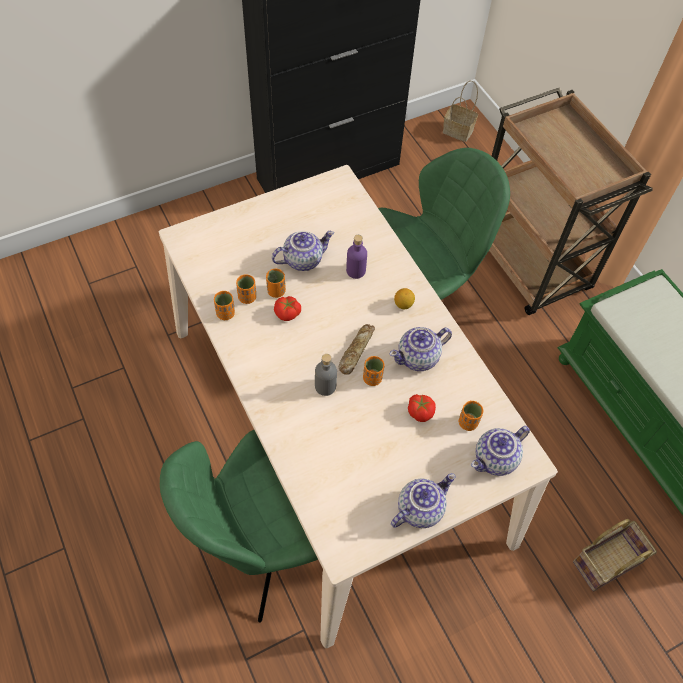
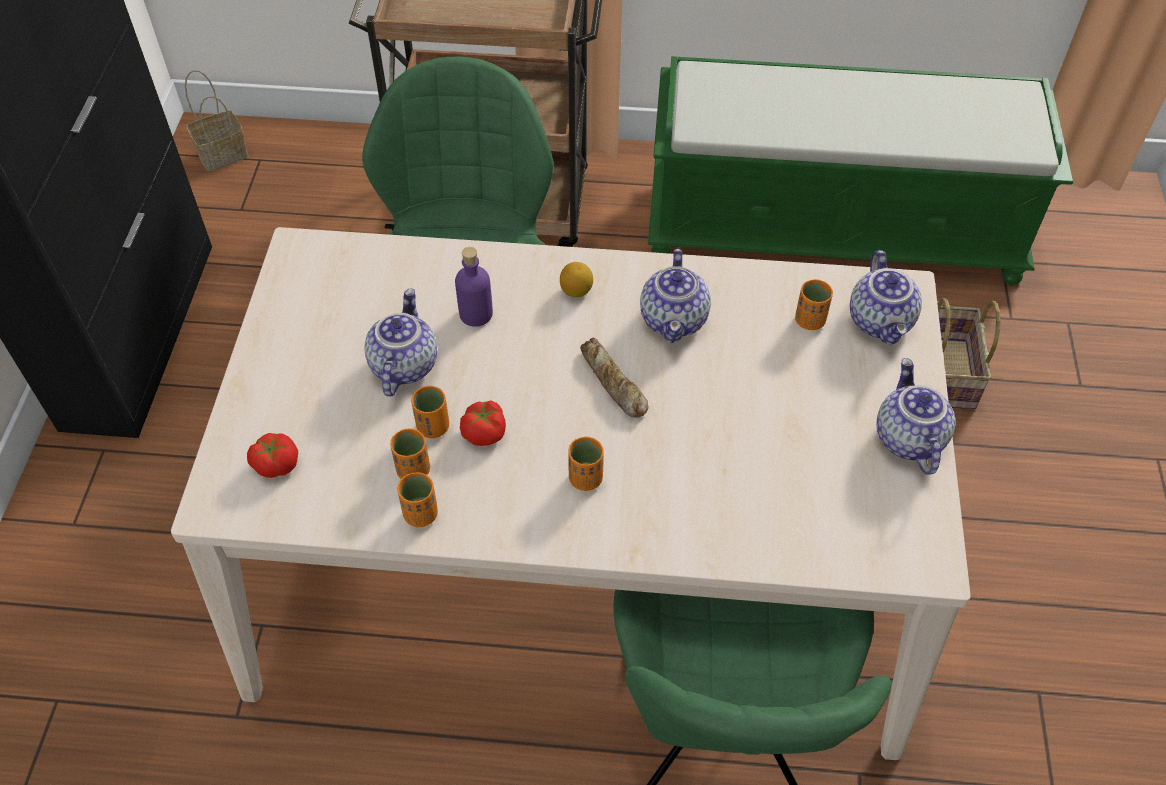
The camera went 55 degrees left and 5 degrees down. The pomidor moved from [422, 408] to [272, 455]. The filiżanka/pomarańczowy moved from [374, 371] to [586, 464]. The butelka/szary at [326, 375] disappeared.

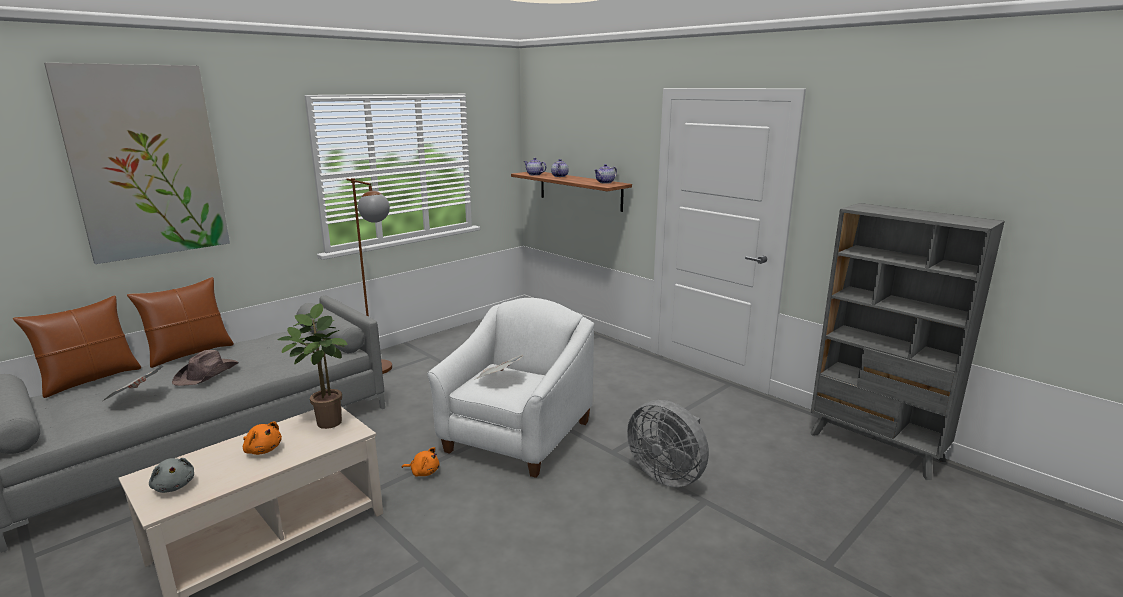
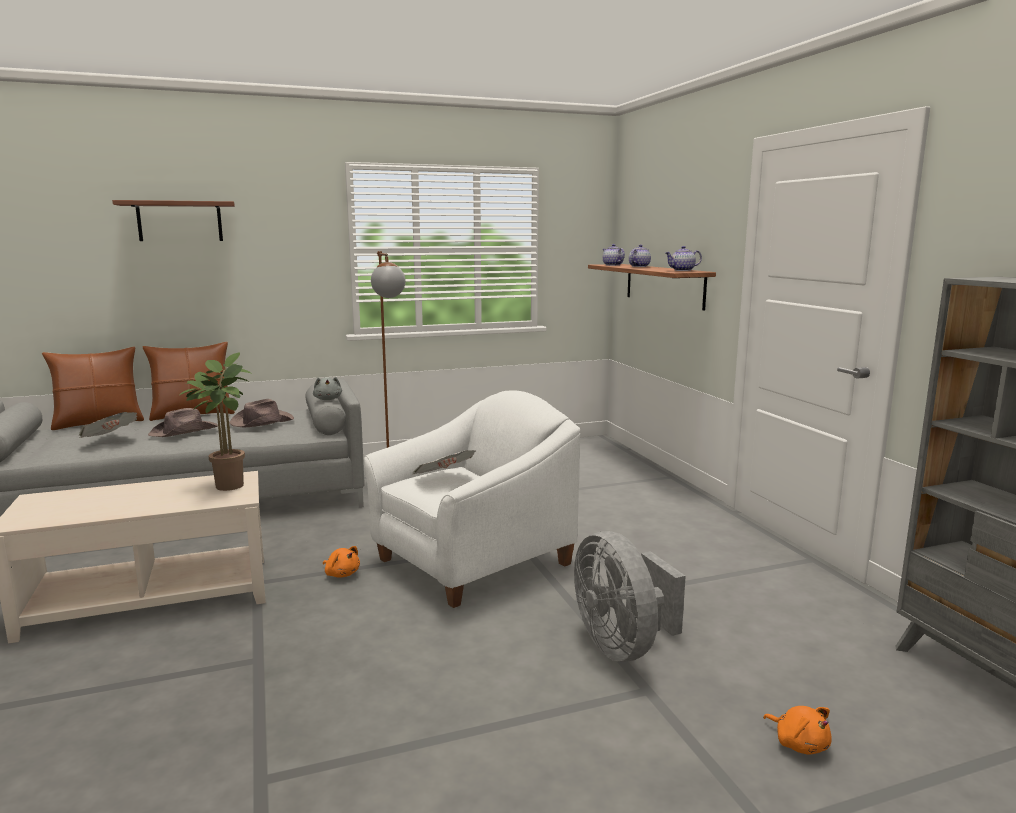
The camera went 25 degrees right and 5 degrees down. The obraz at [137, 163] was replaced by the półka/brązowy at [173, 220]. The kapelusz/brązowy at [261, 413] appeared. The pluszak/szary moved from [171, 475] to [327, 388]. The pluszak/pomarańczowy moved from [262, 438] to [797, 730].

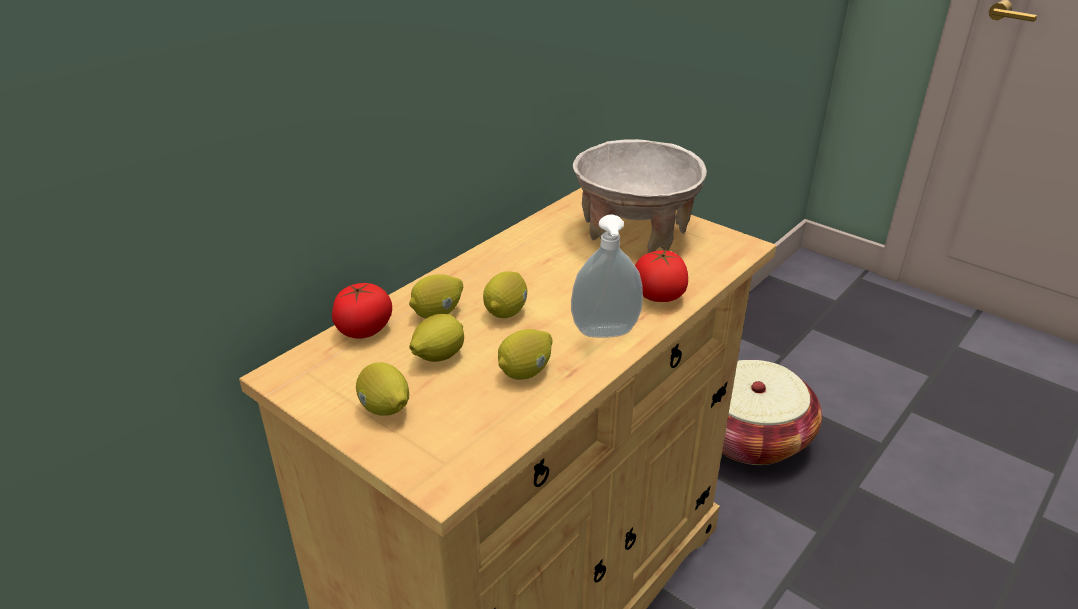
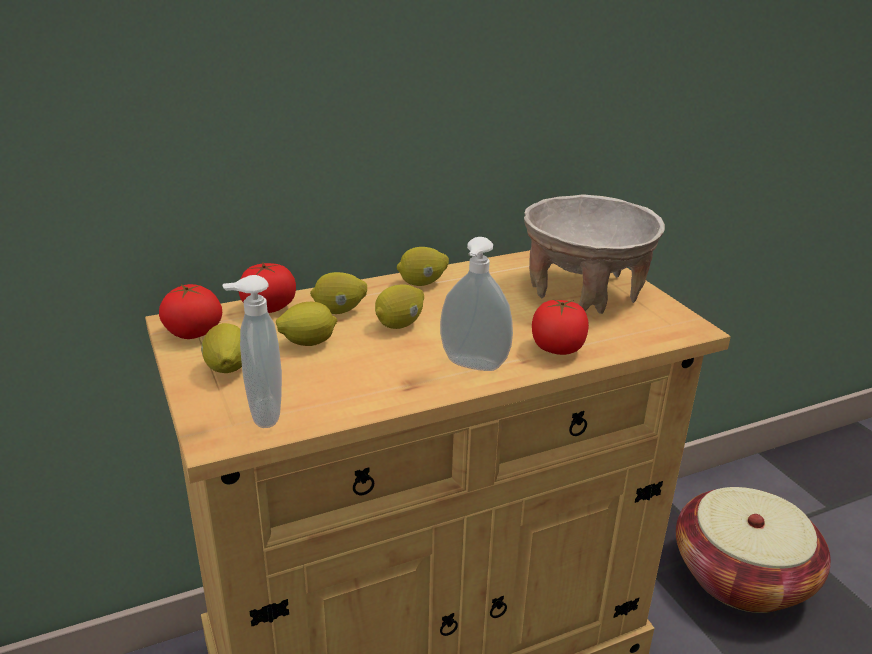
The camera went 25 degrees right and 5 degrees down. The pomidor at [190, 311] appeared. The dozownik mydła at [252, 351] appeared. The cytryna moved from [525, 354] to [423, 266].

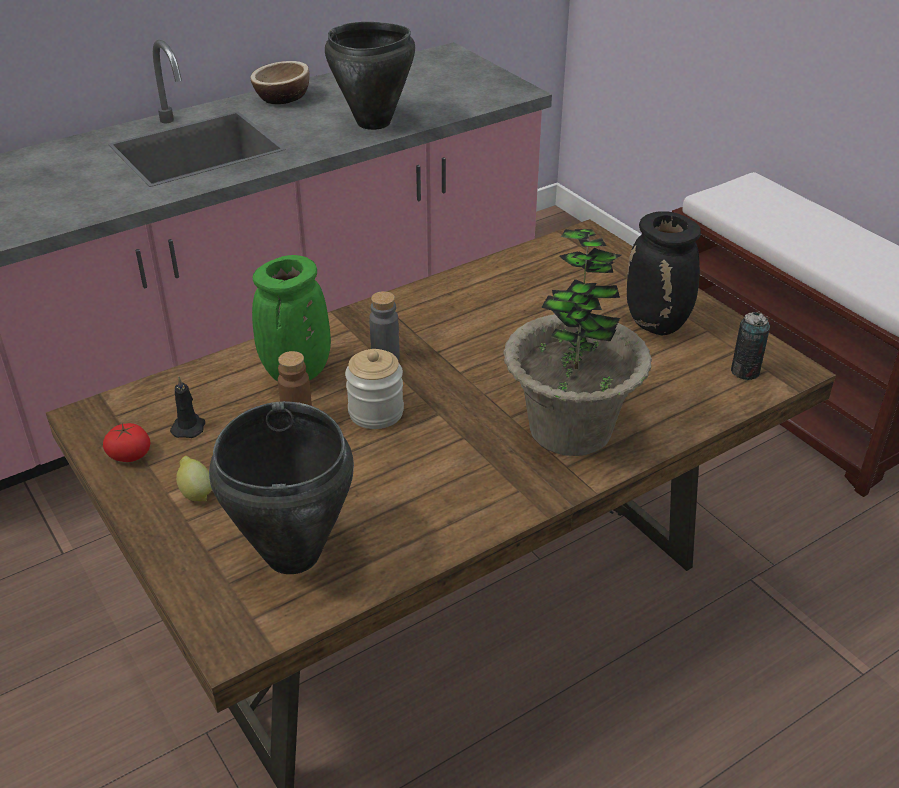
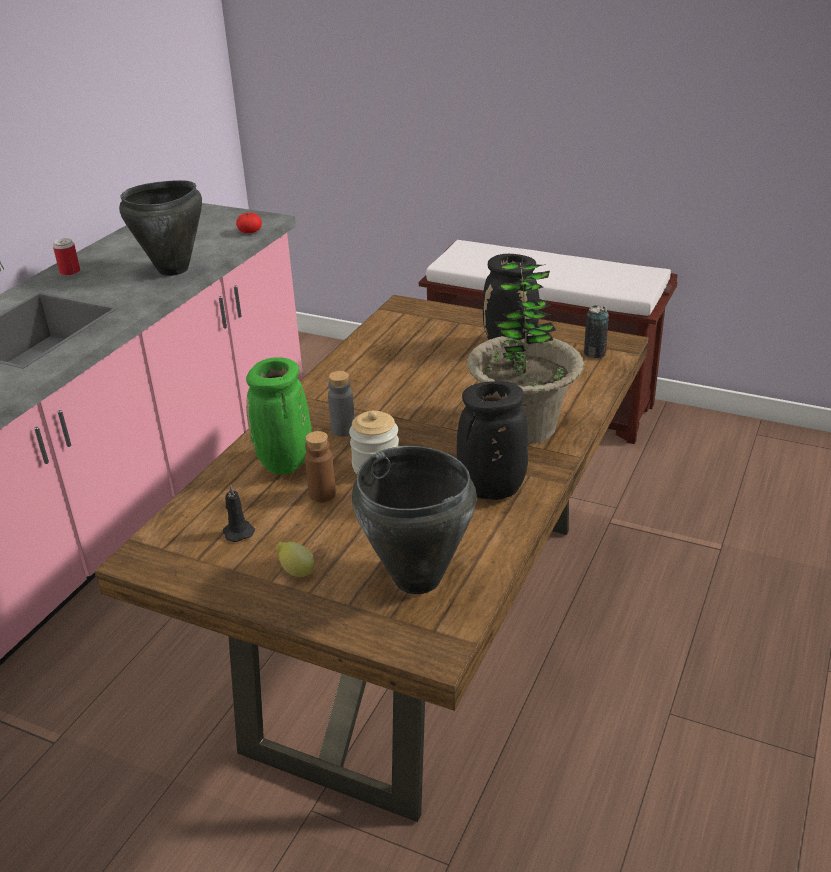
The camera went 30 degrees left and 5 degrees down. The miska at [280, 82] was replaced by the puszka at [66, 257]. The pomidor moved from [127, 442] to [249, 223]. The wazon/czarny at [492, 440] appeared.

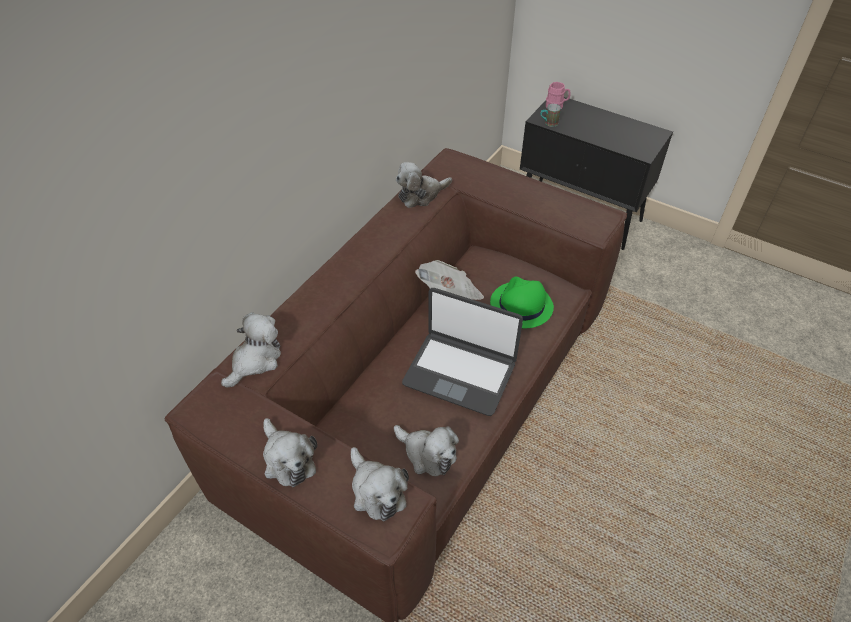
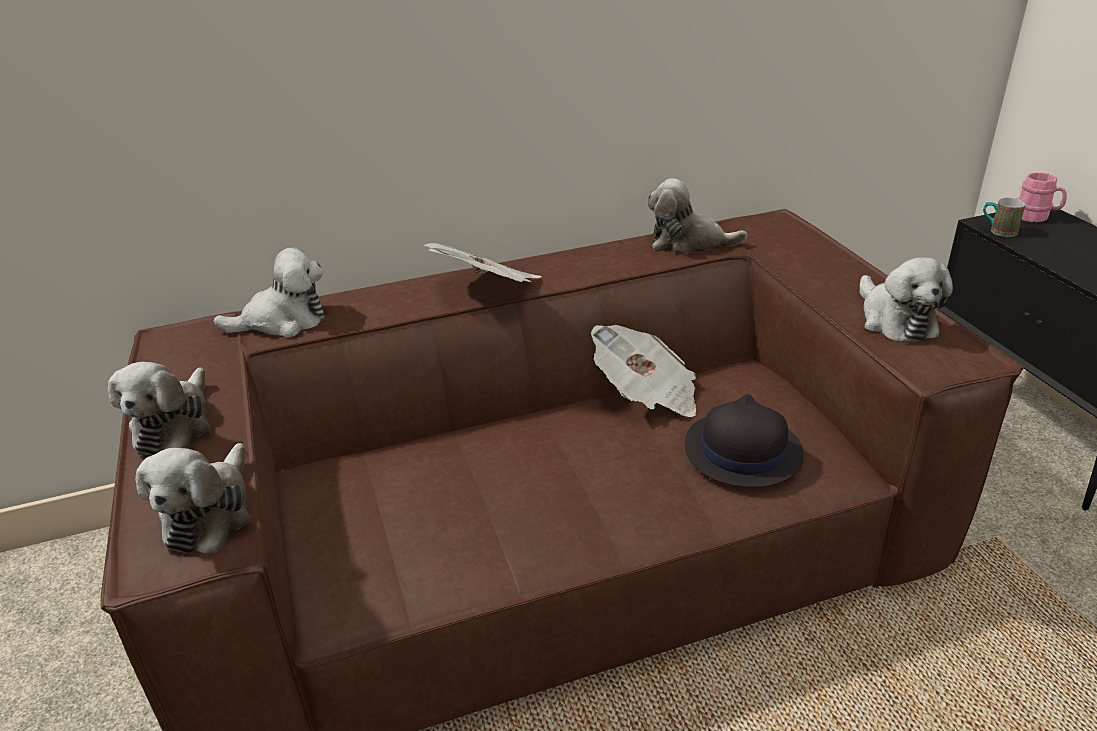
The camera went 40 degrees right and 15 degrees down. The gazeta at [482, 262] appeared. The kapelusz/zielony at [522, 302] became the kapelusz/czarny at [743, 440]. The pluszak moved from [426, 451] to [906, 300]. The laptop at [462, 352] disappeared.

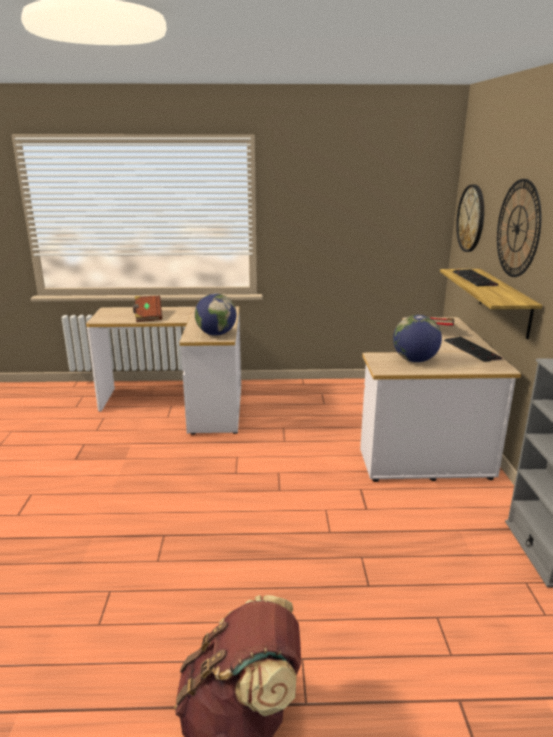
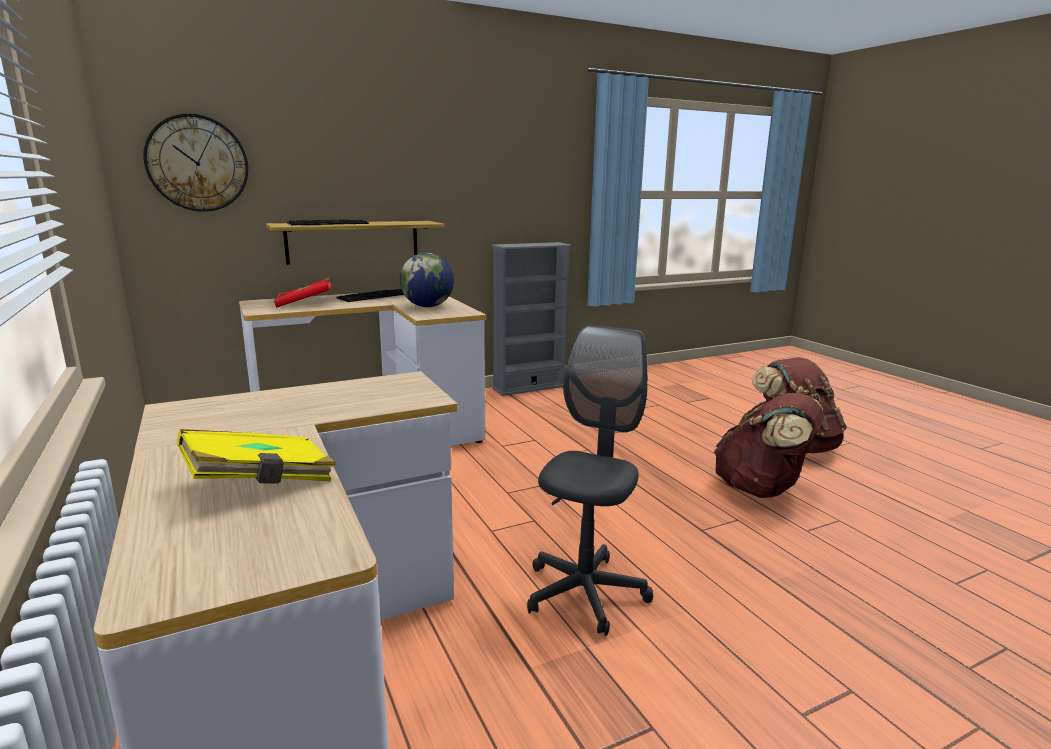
The camera went 115 degrees left and 5 degrees down. The książka/brązowy at [147, 308] became the książka/żółty at [257, 456]. The krzesło biurowe/szary at [590, 480] appeared. The plecak/brązowy at [769, 445] appeared. The globus at [215, 315] disappeared. The zegar ścienny at [519, 228] disappeared.

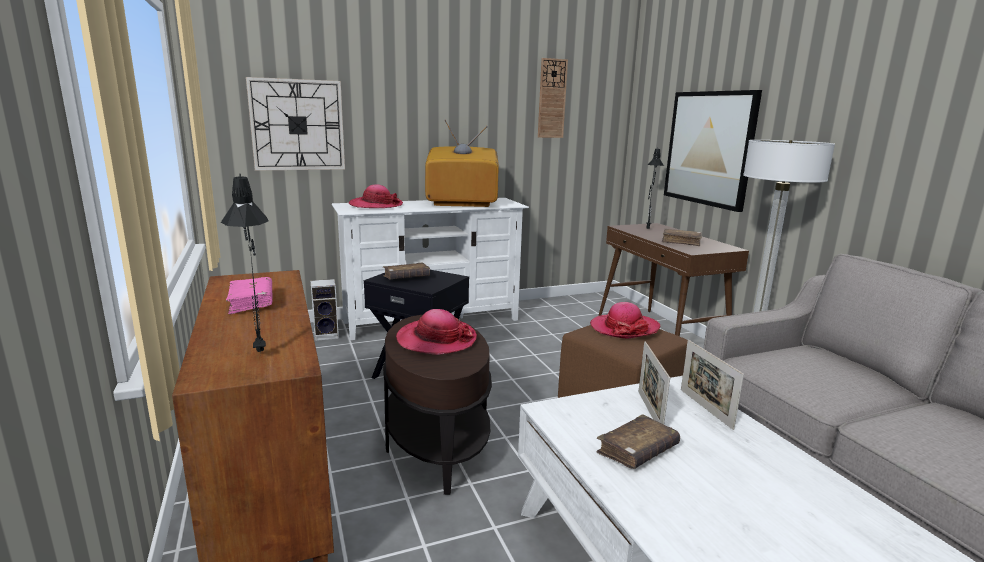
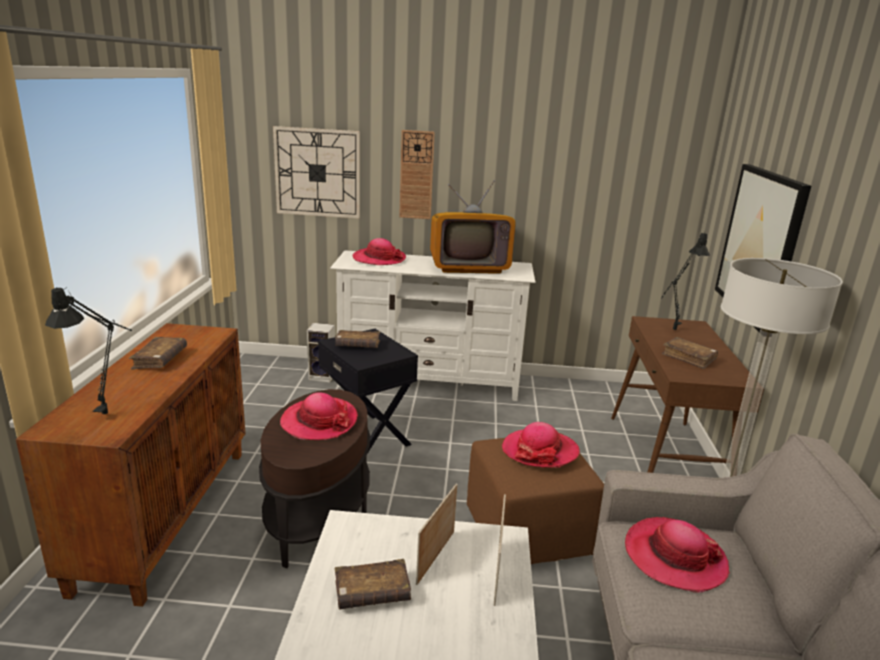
The camera went 25 degrees right and 5 degrees up. The książka/różowy at [249, 296] became the książka/brązowy at [158, 353]. The zegar ścienny moved from [553, 98] to [417, 174]. The telewizor at [462, 163] turned 150 degrees clockwise. The kapelusz at [677, 555] appeared.

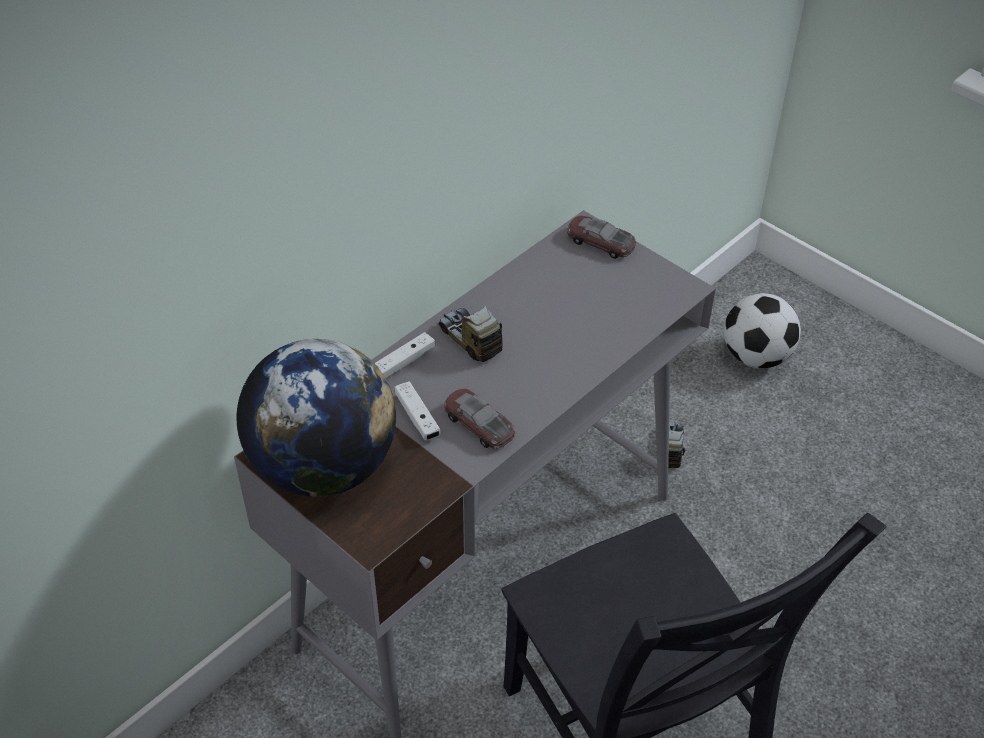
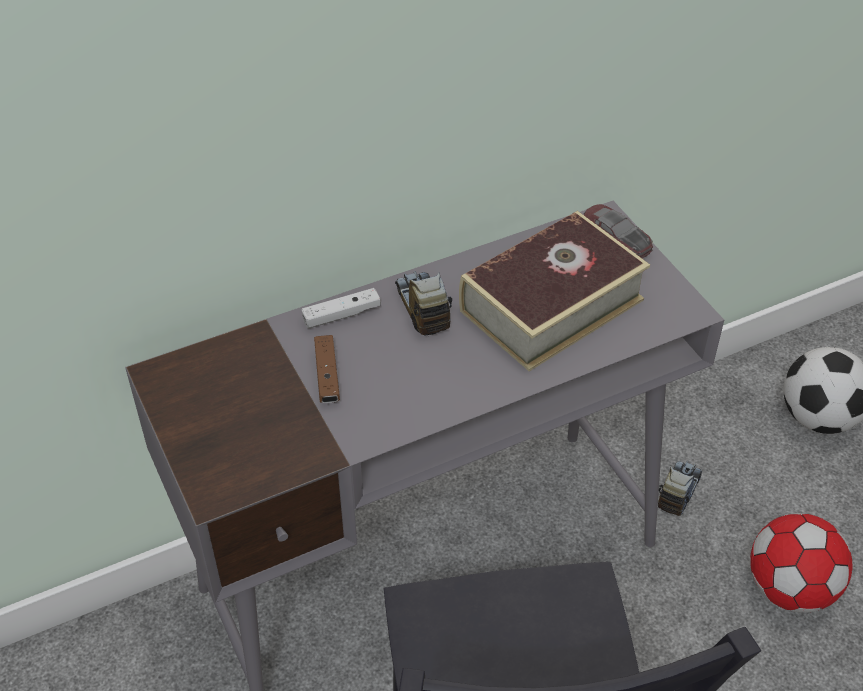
The camera went 20 degrees right and 0 degrees up. The pad do gier/biały at [418, 410] became the pad do gier/brązowy at [327, 369]. The książka at [554, 291] appeared. The piłka futbolowa at [801, 563] appeared. The globus at [316, 418] disappeared. The samochodzik at [479, 419] disappeared.

